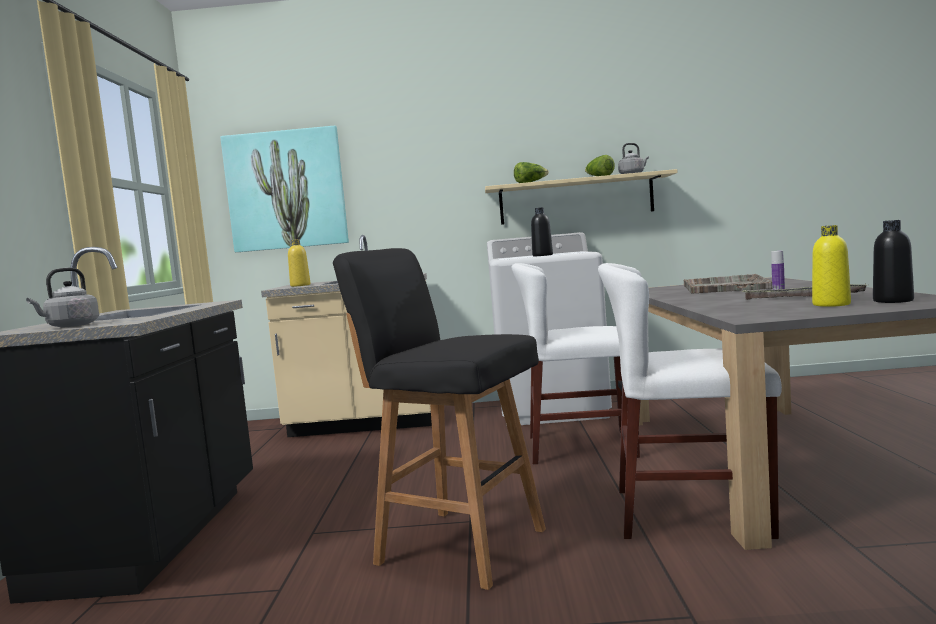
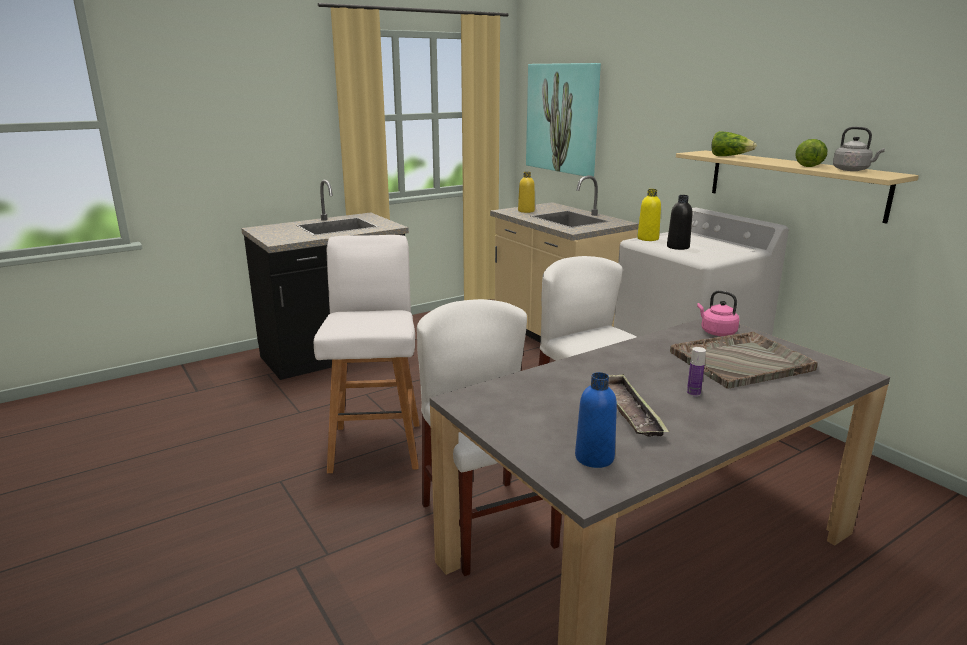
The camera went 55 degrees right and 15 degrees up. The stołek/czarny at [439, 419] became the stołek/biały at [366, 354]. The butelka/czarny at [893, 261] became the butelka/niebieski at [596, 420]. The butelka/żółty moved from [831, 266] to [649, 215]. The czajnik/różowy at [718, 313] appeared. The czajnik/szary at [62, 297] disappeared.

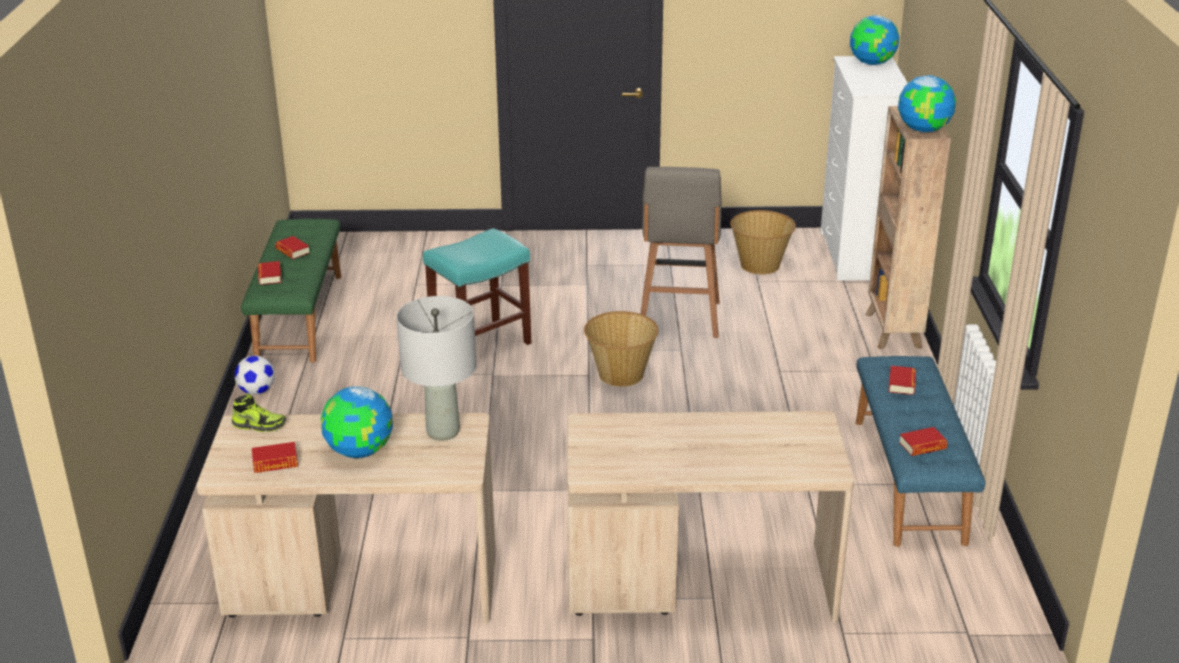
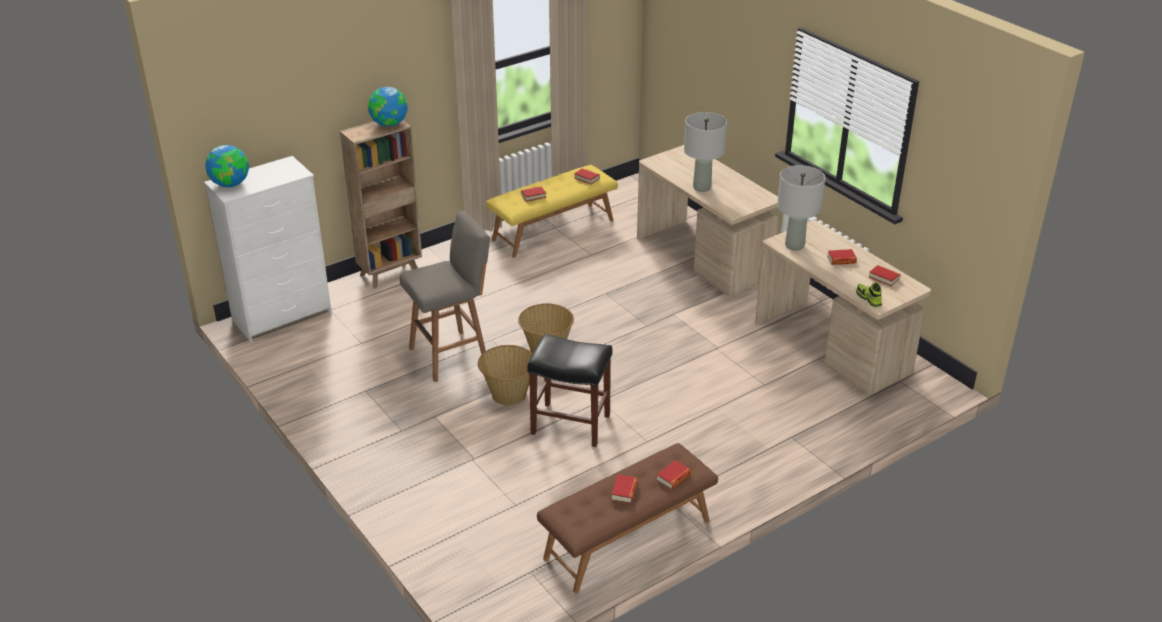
The camera went 125 degrees left and 5 degrees up. The koszyk moved from [763, 242] to [505, 375]. The ławka/niebieski at [921, 451] became the ławka/żółty at [552, 211]. The stołek/turkusowy at [477, 286] became the stołek/czarny at [569, 390]. The ławka/zielony at [291, 290] became the ławka/brązowy at [627, 518]. The lampa stołowa/szary at [705, 152] appeared. The globus at [357, 422] was replaced by the książka at [842, 257]. The piłka futbolowa at [255, 375] disappeared.

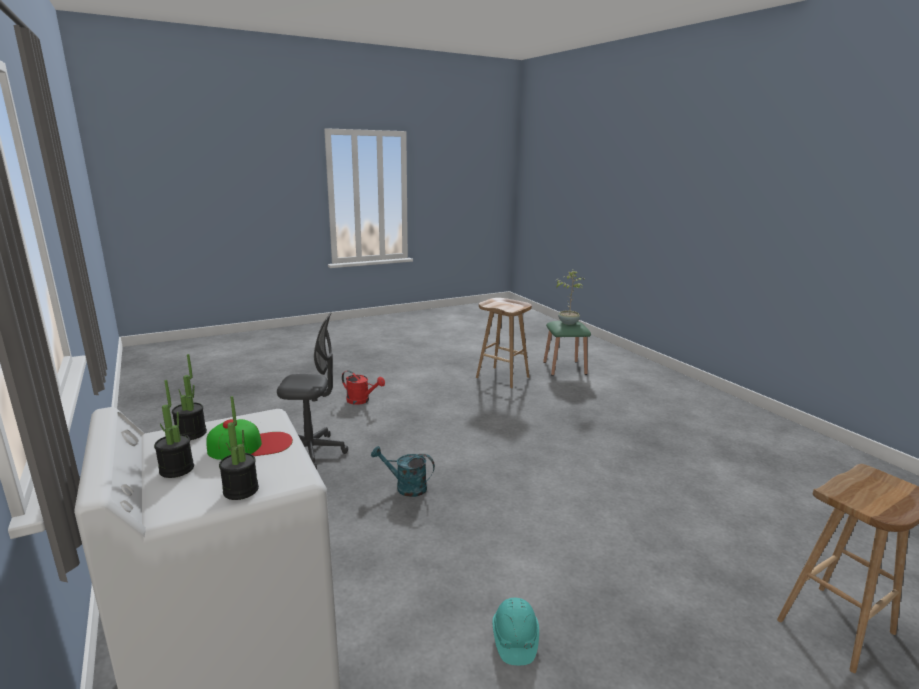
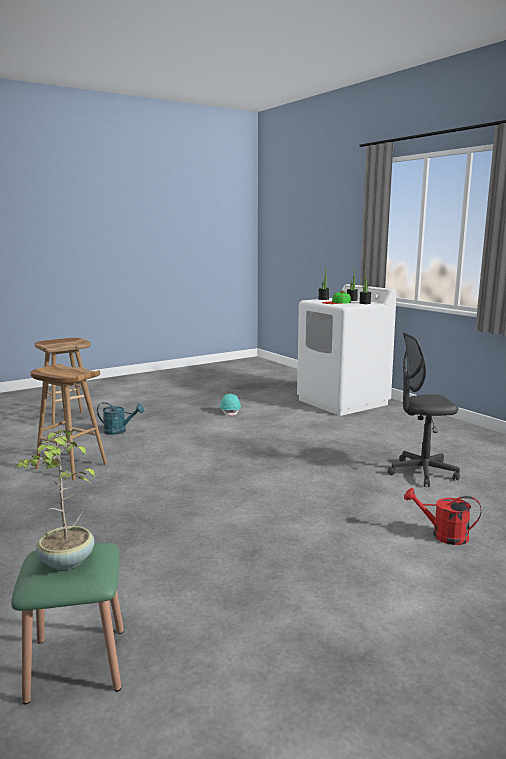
The camera went 175 degrees right and 5 degrees down. The stołek/brązowy moved from [504, 343] to [68, 422]. The konewka/turkusowy moved from [403, 471] to [120, 418].

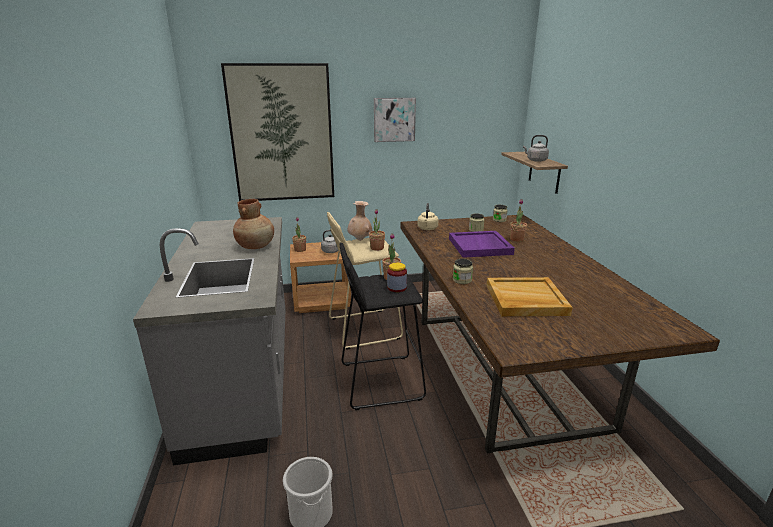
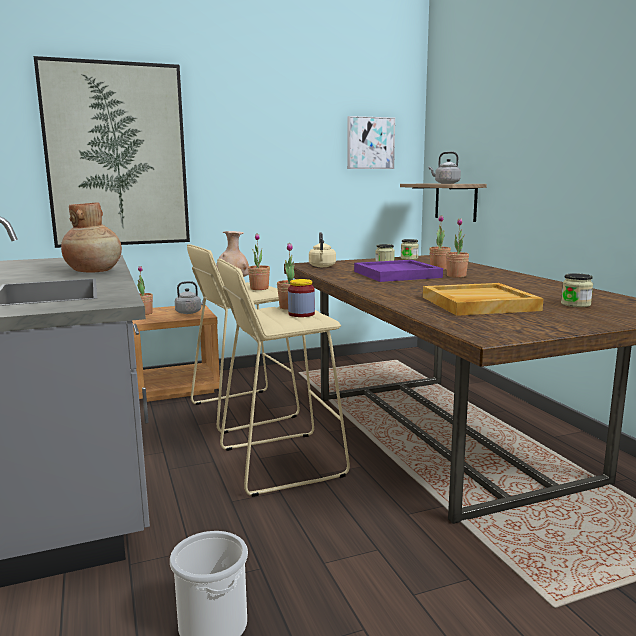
The camera went 10 degrees left and 10 degrees down. The stołek/czarny at [383, 326] became the stołek/beżowy at [283, 378]. The obraz moved from [395, 120] to [371, 142]. The roślina doniczkowa at [457, 248] appeared. The słoik moved from [463, 271] to [577, 290].

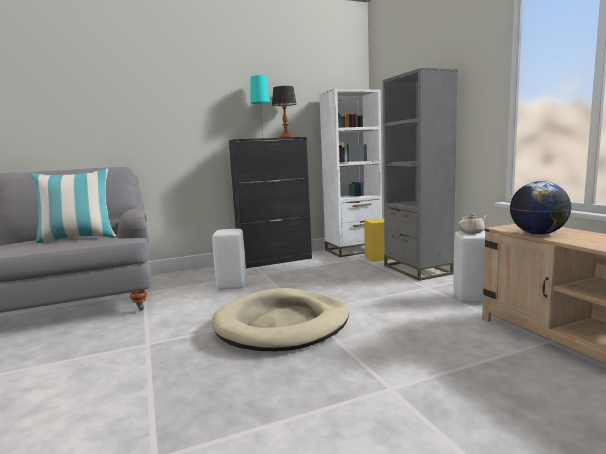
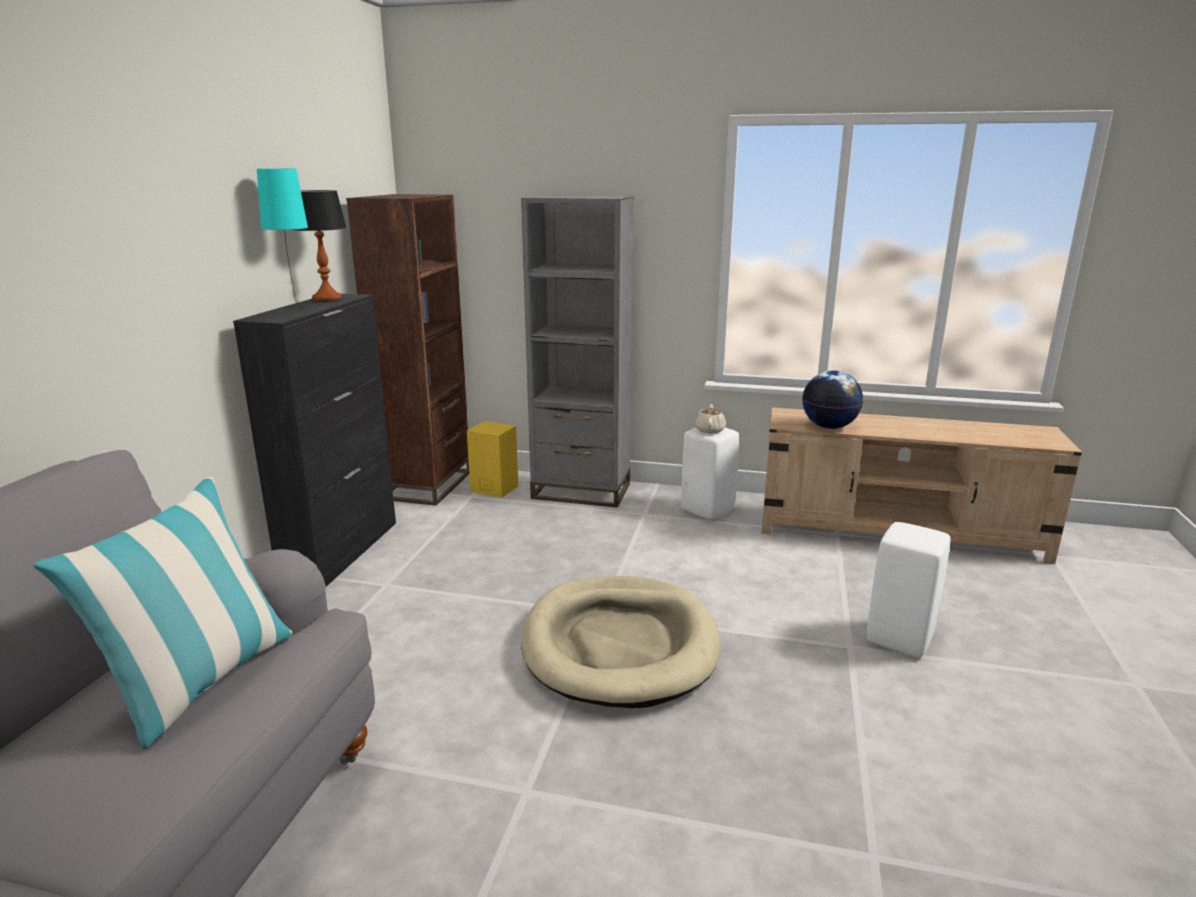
The camera went 55 degrees left and 10 degrees up. The regał/biały at [350, 173] became the regał/brązowy at [407, 350]. The stołek/biały moved from [229, 259] to [908, 589].

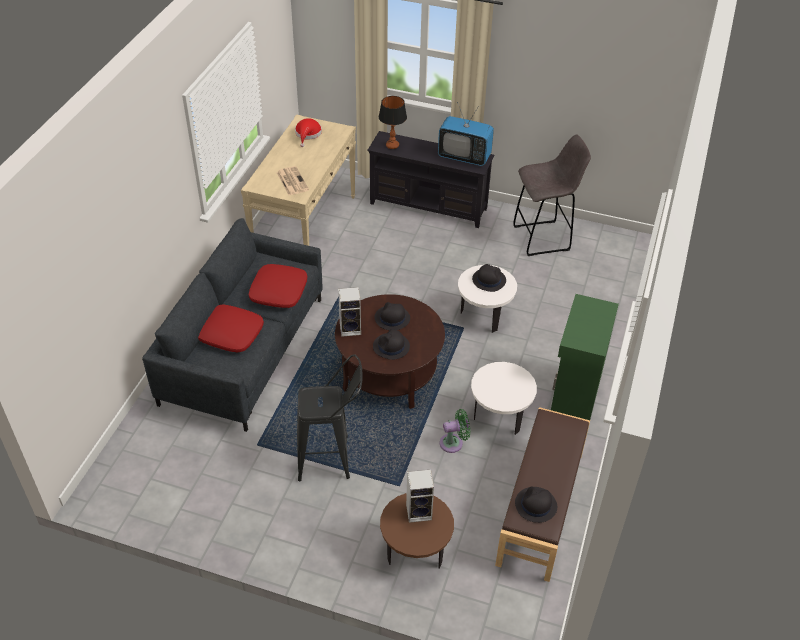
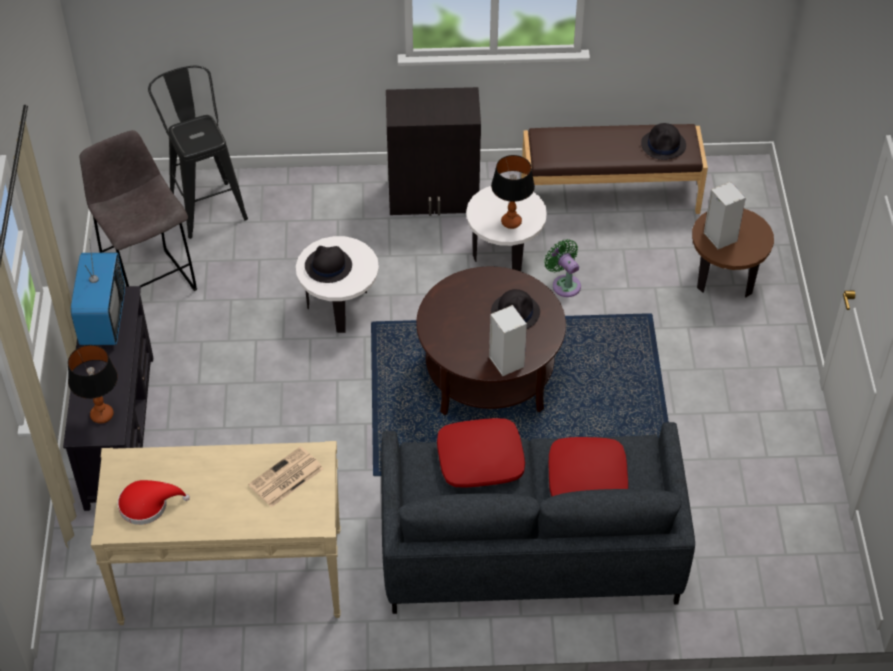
The camera went 110 degrees left and 5 degrees up. The stołek/czarny moved from [330, 418] to [198, 152]. The szafka/zielony at [585, 357] became the szafka/czarny at [433, 151]. The lampa stołowa at [513, 192] appeared. The kapelusz/czarny at [392, 316] disappeared.

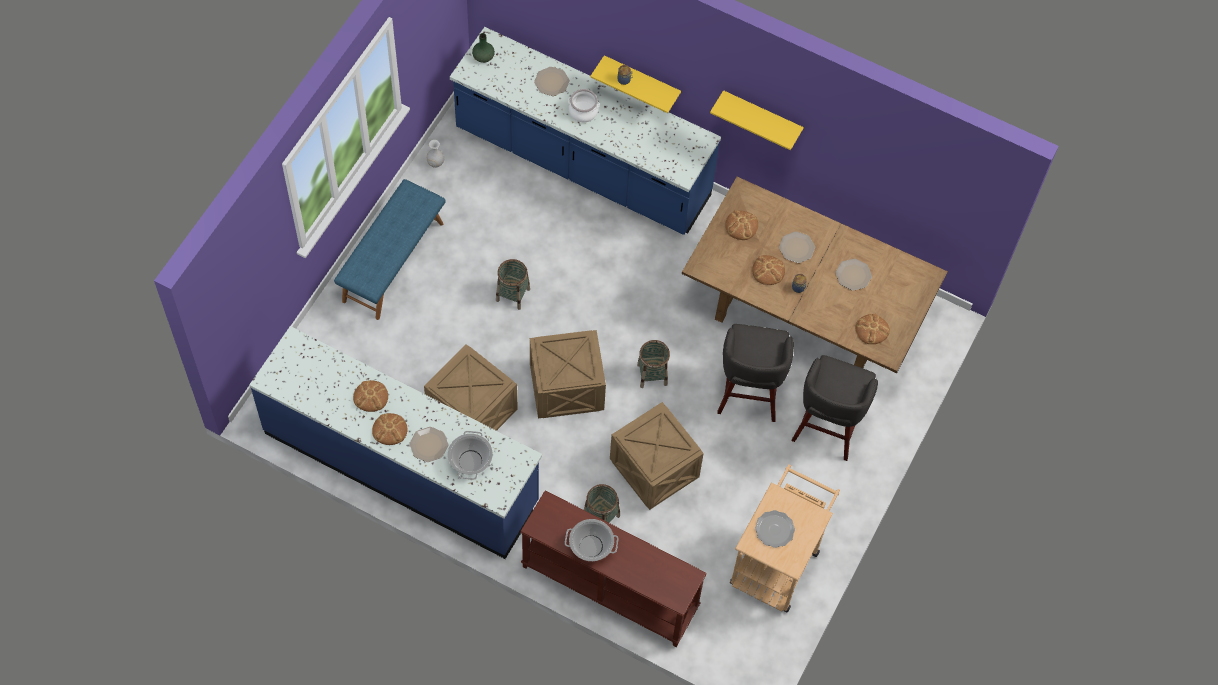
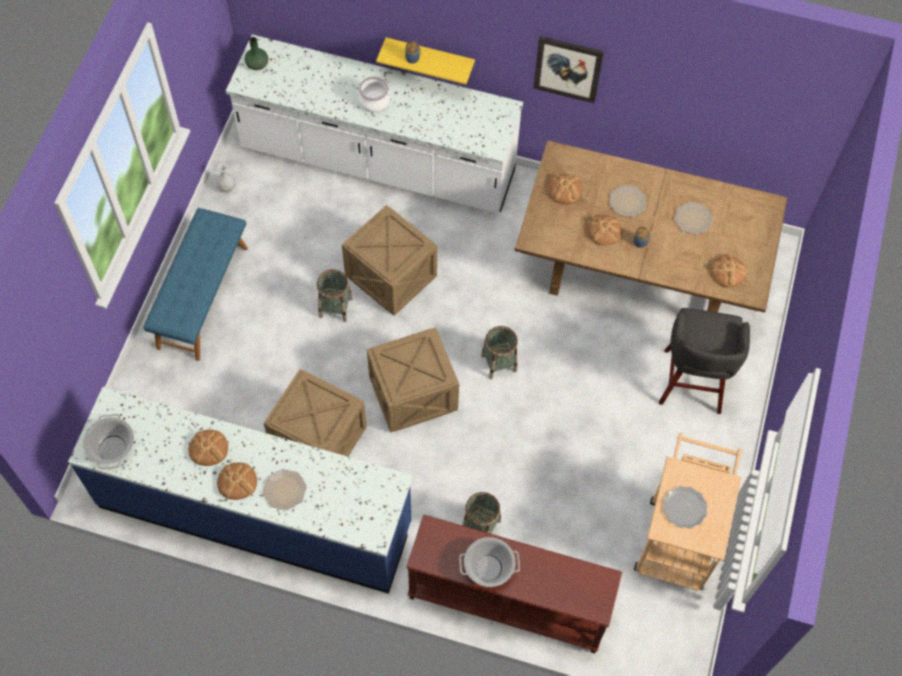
The camera went 10 degrees left and 0 degrees up. The garnek moved from [470, 455] to [108, 441]. The zabudowa kuchenna/niebieski at [585, 131] became the zabudowa kuchenna/biały at [374, 124]. The skrzynka moved from [657, 456] to [389, 260]. The półka/żółty at [757, 120] was replaced by the obraz at [568, 69]. The talerz at [552, 81] disappeared. The stołek/szary at [755, 373] disappeared.

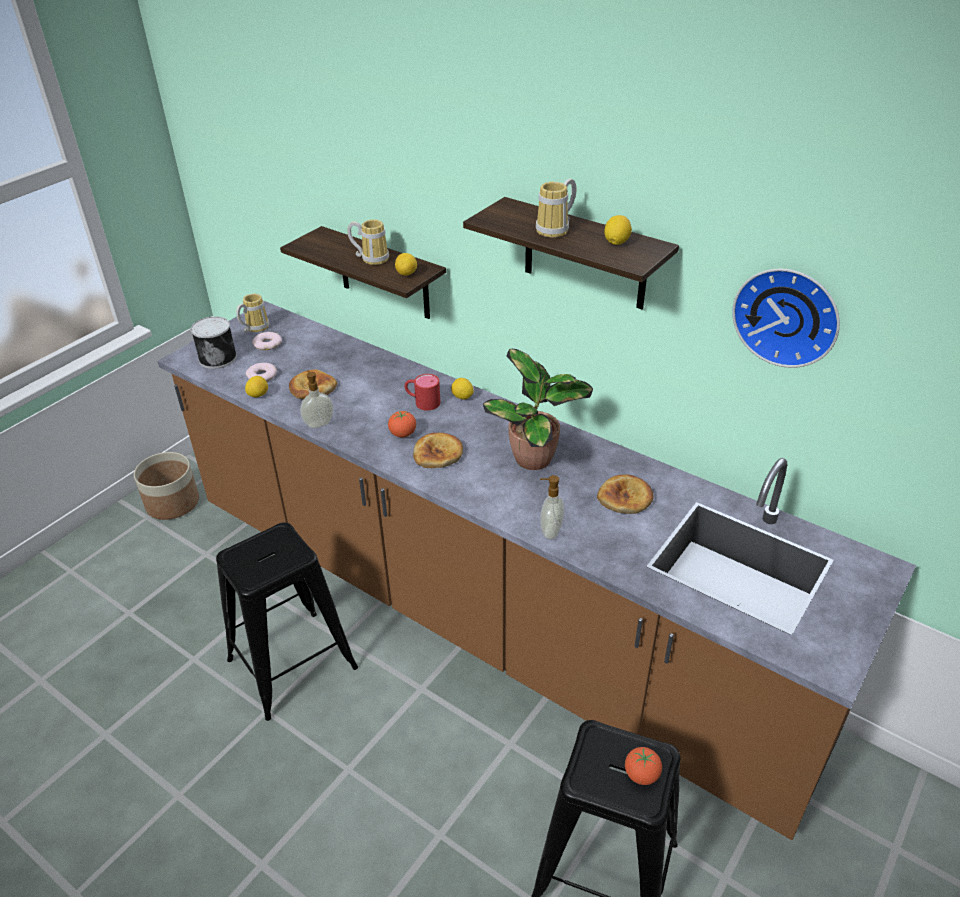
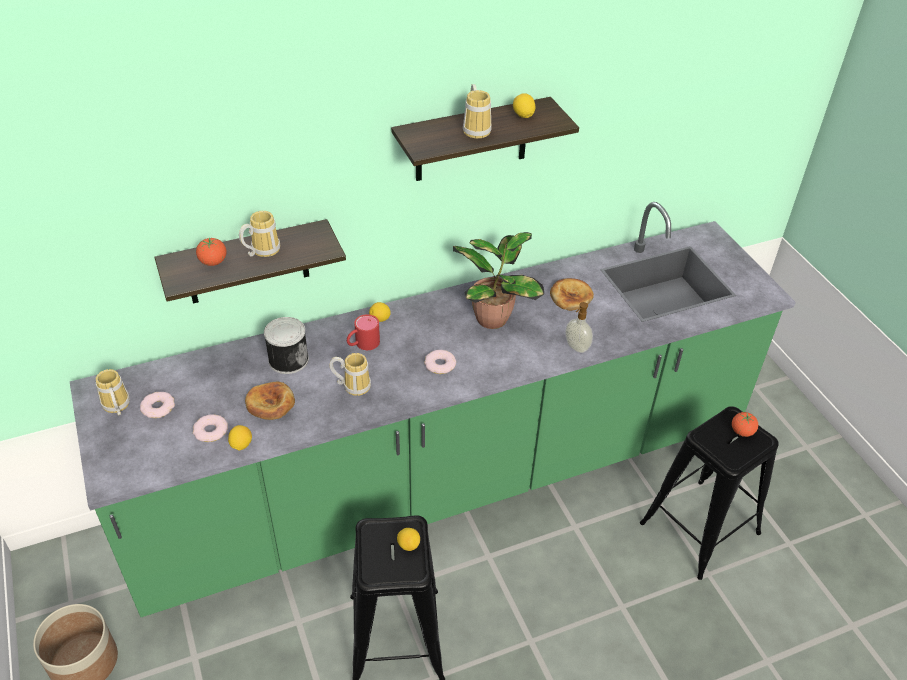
The camera went 60 degrees left and 5 degrees up. The zabudowa kuchenna/brązowy at [536, 570] became the zabudowa kuchenna/zielony at [433, 409]. The pomidor moved from [402, 424] to [211, 252]. The puszka moved from [214, 342] to [286, 345]. The kubek at [350, 374] appeared. The cytryna moved from [406, 264] to [408, 539]. The chleb at [438, 450] was replaced by the donut at [440, 362]. The dozownik mydła at [316, 399] disappeared. The zegar ścienny at [786, 318] disappeared.

